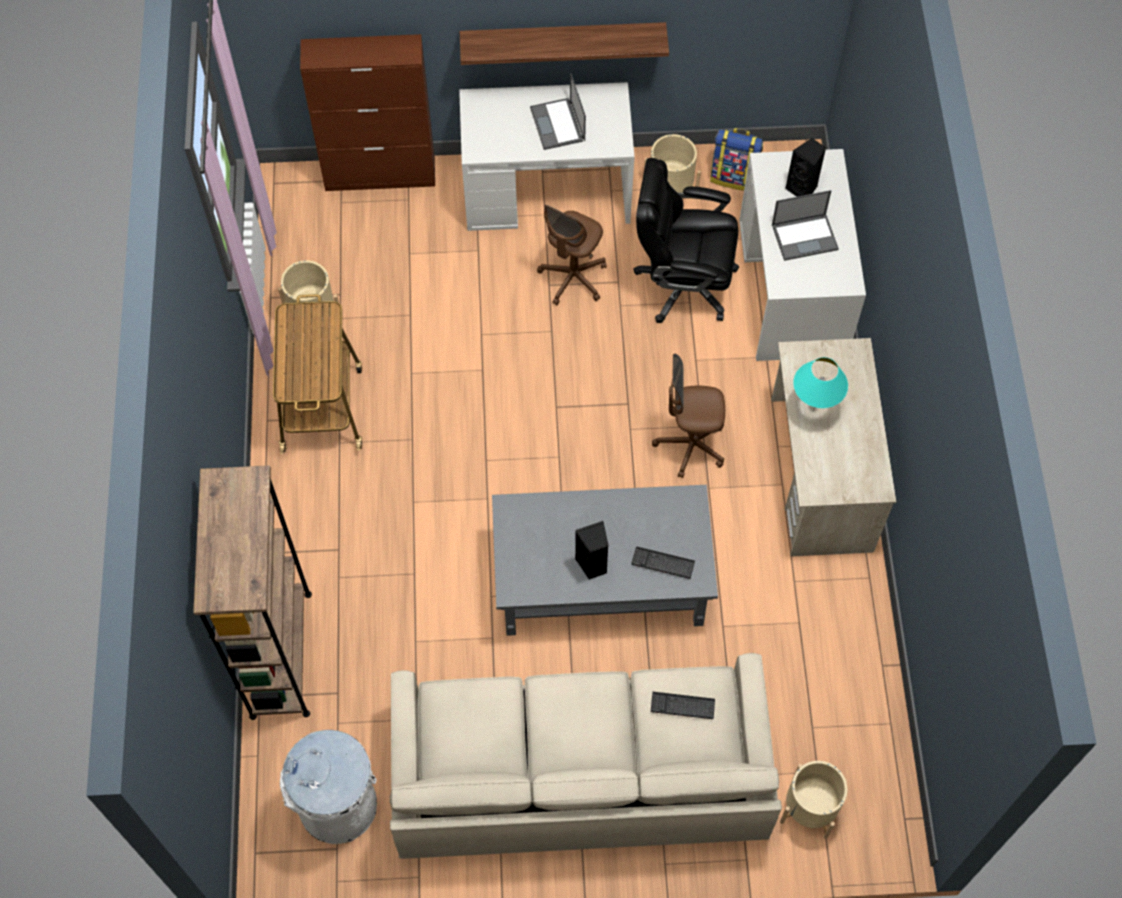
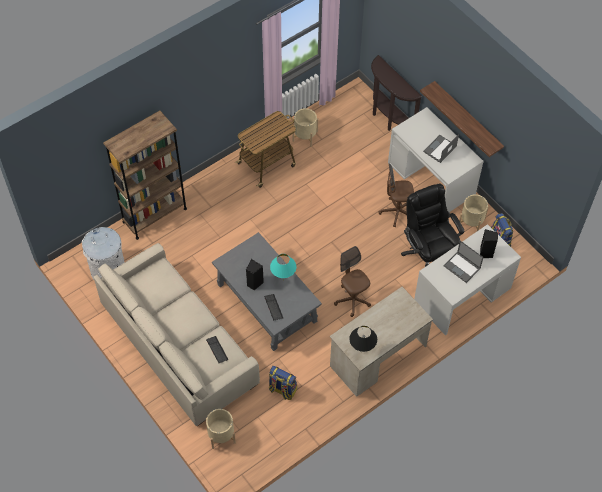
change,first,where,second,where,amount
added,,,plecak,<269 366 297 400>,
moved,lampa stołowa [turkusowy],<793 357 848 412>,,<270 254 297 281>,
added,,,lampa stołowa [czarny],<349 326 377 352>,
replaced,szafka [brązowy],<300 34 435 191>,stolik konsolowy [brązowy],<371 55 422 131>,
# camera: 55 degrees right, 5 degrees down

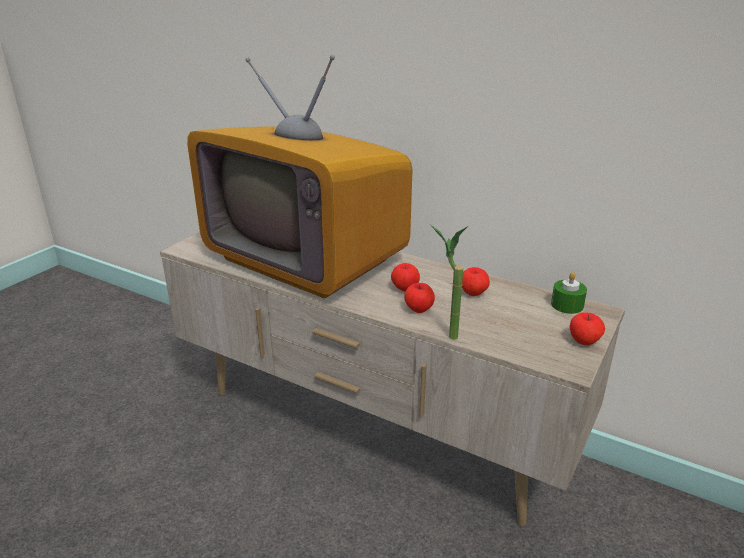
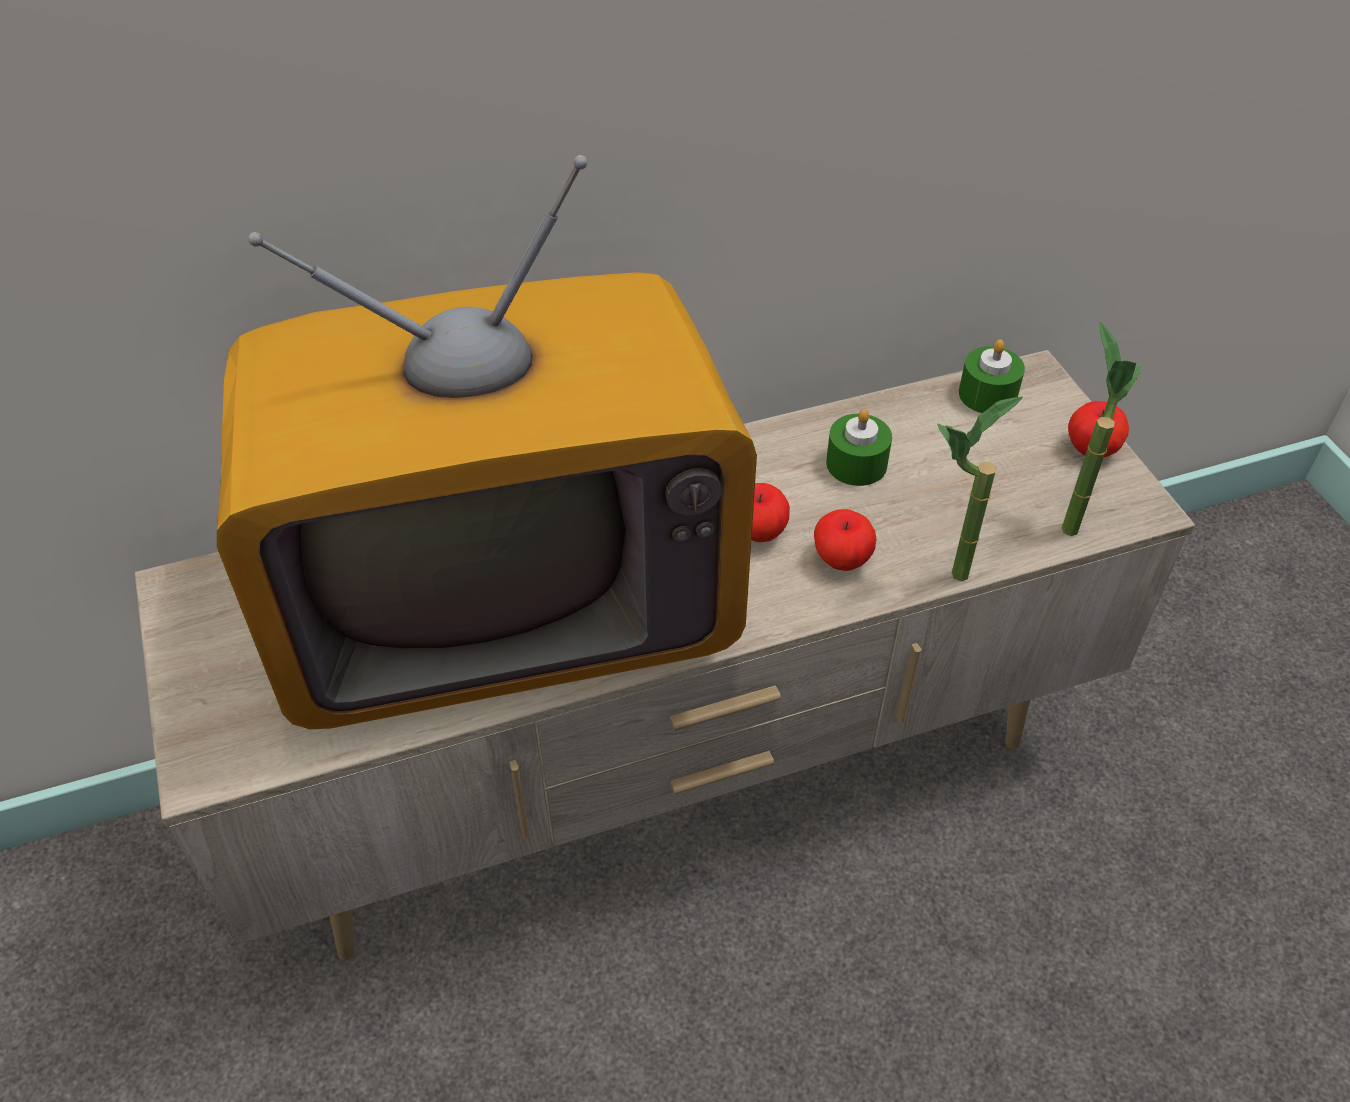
change,first,where,second,where,amount
replaced,jabłko,<462 267 490 296>,świeca [zielony],<826 409 892 486>,
added,,,roślina doniczkowa,<1062 322 1141 536>,
# camera: 50 degrees left, 20 degrees up

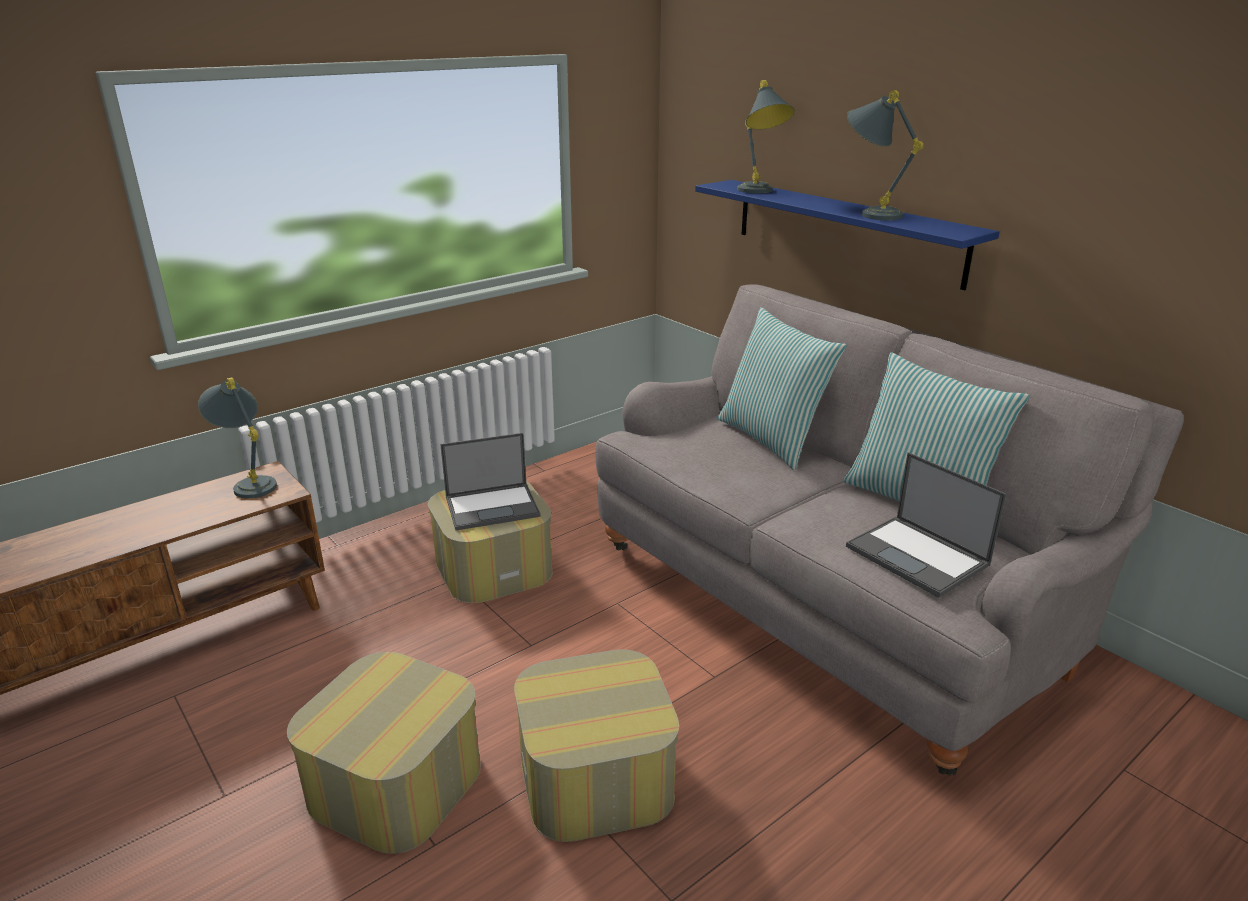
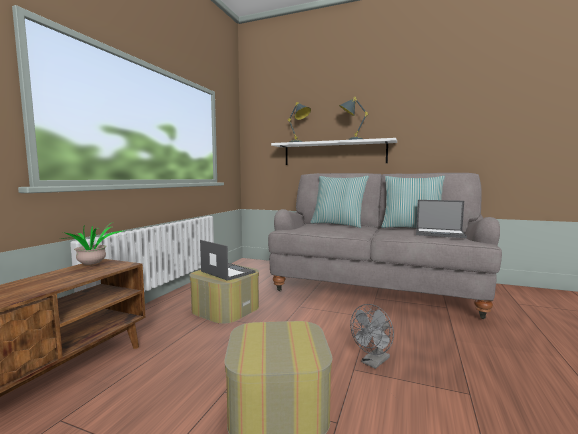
change,first,where,second,where,amount
replaced,lampa stołowa [szary],<198 377 277 499>,roślina doniczkowa,<61 222 122 265>,
turned,laptop,<440 433 540 531>,,<200 240 255 281>,90 degrees counterclockwise
recoloured,półka [niebieski],<695 180 1000 290>,półka [biały],<271 138 397 165>,
replaced,pufa,<514 649 679 842>,wentylator [szary],<350 304 394 369>,
# camera: 30 degrees left, 20 degrees down

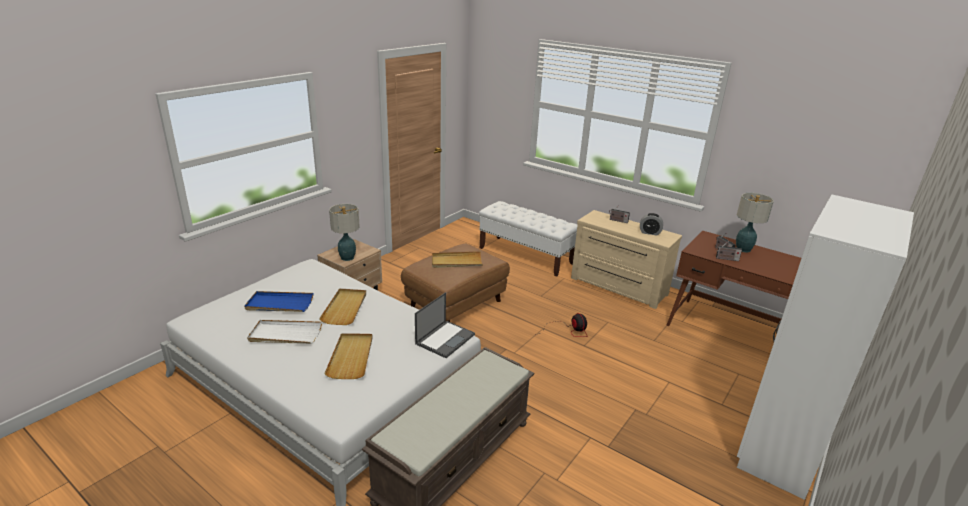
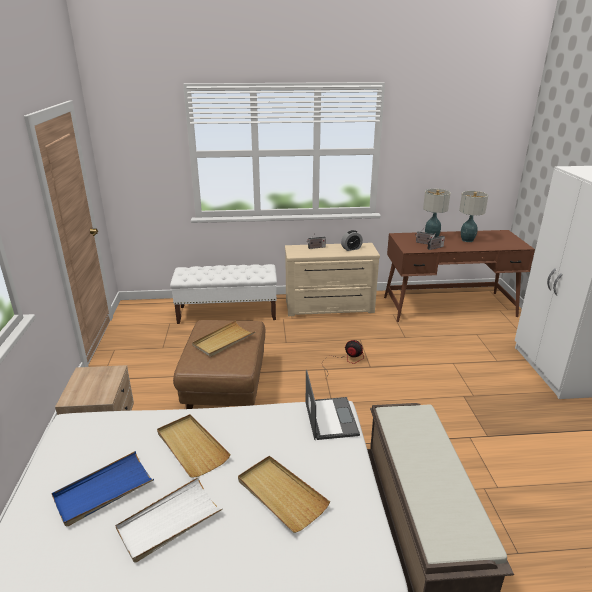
change,first,where,second,where,amount
moved,lampa stołowa,<329 204 360 261>,,<459 191 488 242>,
# camera: 40 degrees left, 0 degrees up

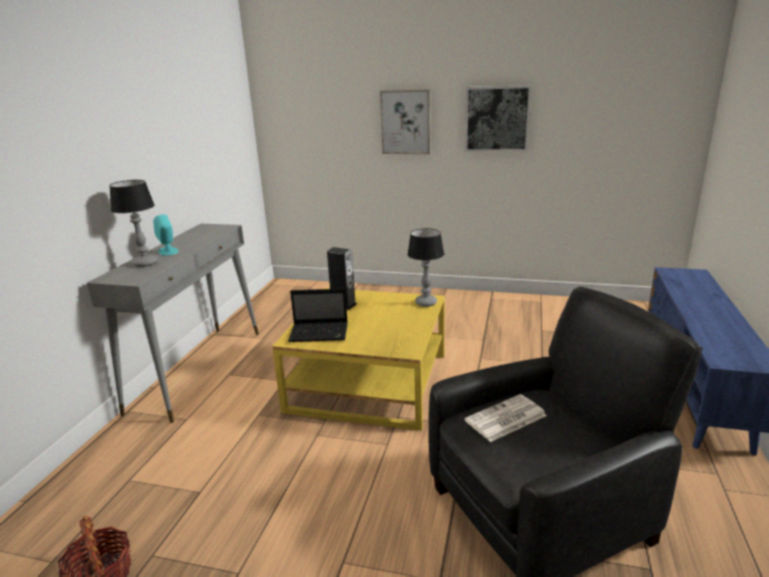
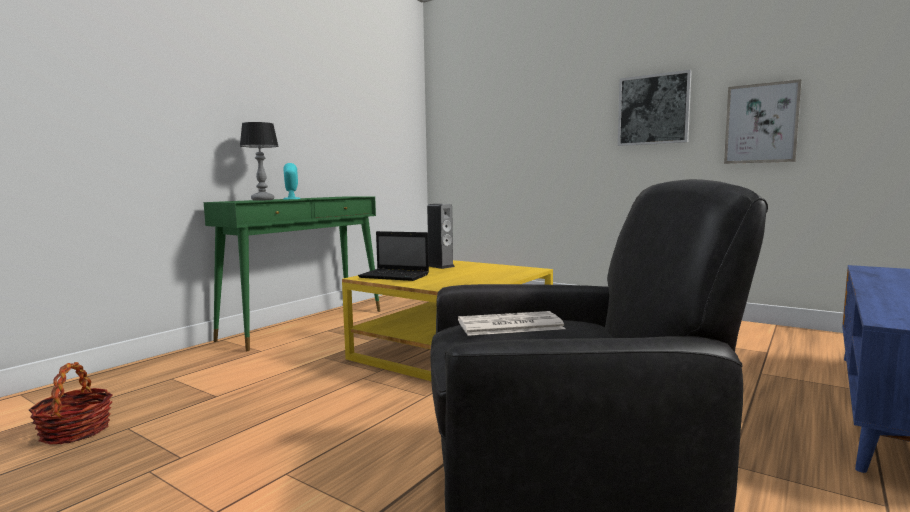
change,first,where,second,where,amount
recoloured,stolik konsolowy [szary],<87 224 259 423>,stolik konsolowy [zielony],<204 197 380 351>,
moved,obraz,<380 89 431 154>,,<724 79 802 164>,
removed,lampa stołowa,<407 228 444 307>,,,
# camera: 20 degrees right, 15 degrees down

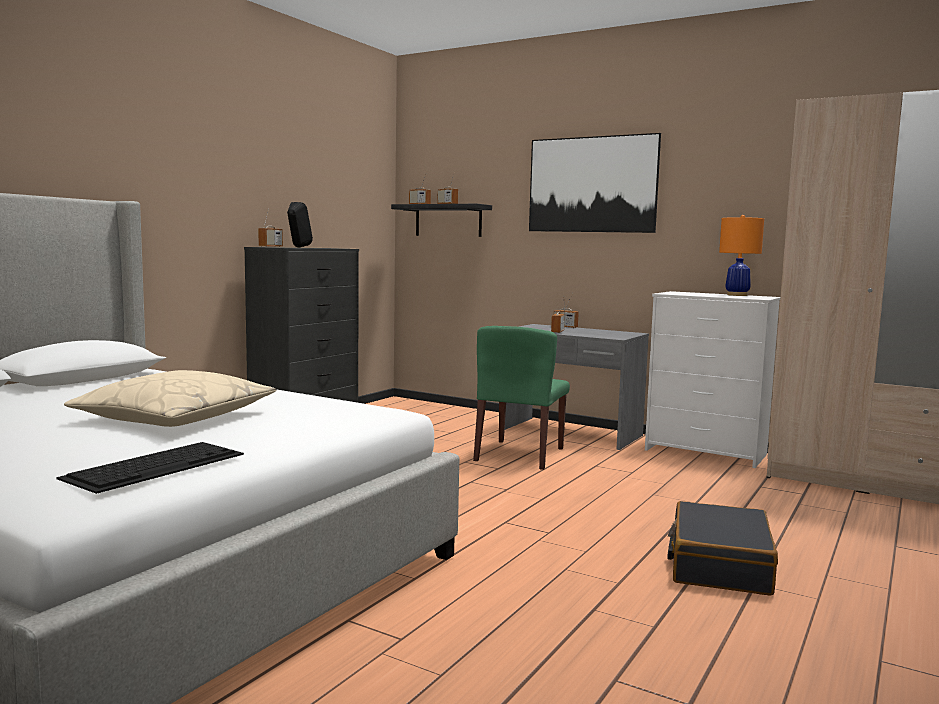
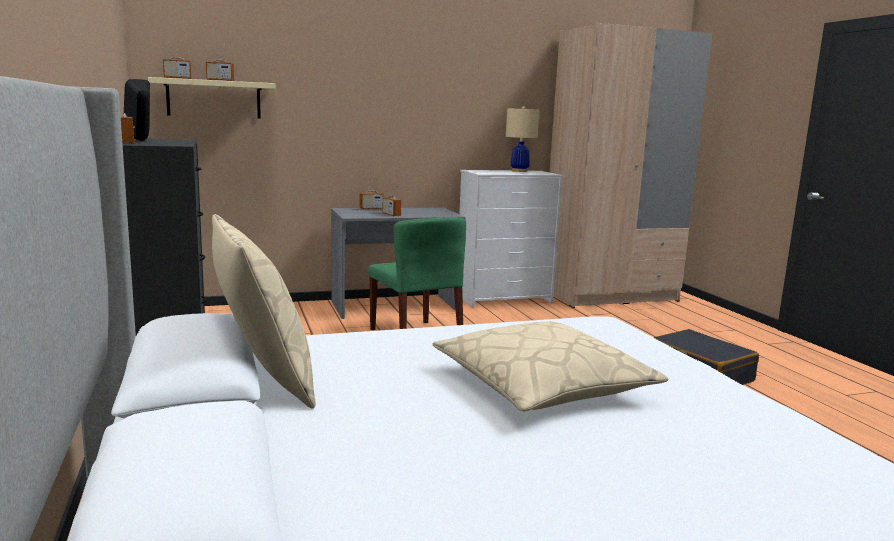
change,first,where,second,where,amount
recoloured,półka [czarny],<391 204 492 237>,półka [beżowy],<148 77 276 118>,
added,,,poduszka [beżowy],<212 214 315 409>,
recoloured,lampa stołowa [pomarańczowy],<719 215 764 296>,lampa stołowa [beżowy],<506 106 540 172>,
removed,klawiatura,<56 442 244 494>,,,
removed,obraz,<529 133 661 233>,,,
# camera: 50 degrees left, 5 degrees up

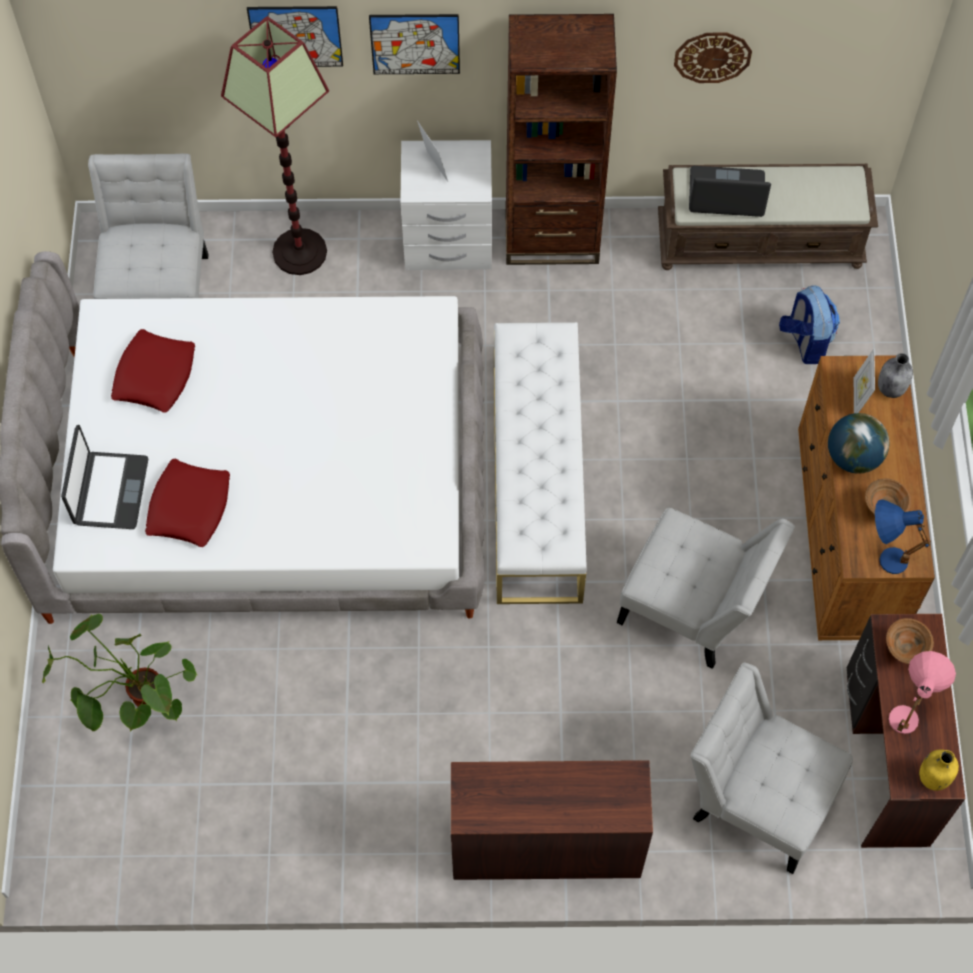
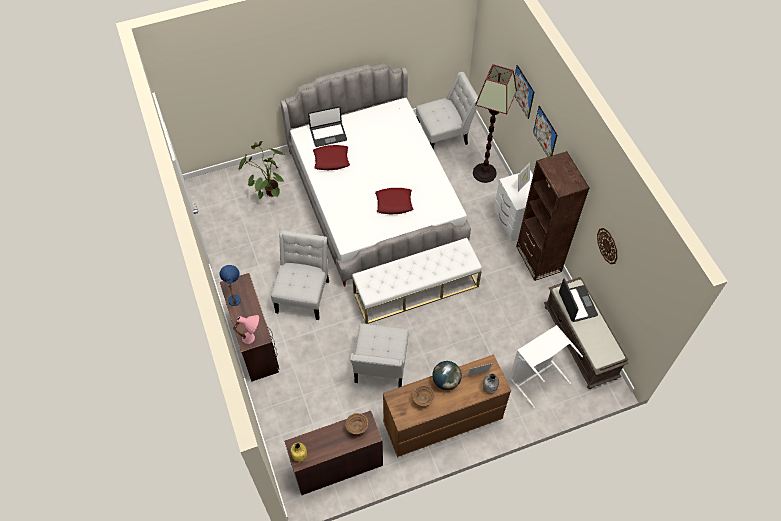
change,first,where,second,where,amount
moved,lampa stołowa [niebieski],<875 499 931 574>,,<220 265 241 306>,
moved,lampa stołowa [różowy],<889 651 956 734>,,<233 315 259 344>,
moved,krzesło [biały],<690 662 853 874>,,<271 230 329 320>,
moved,poduszka [czerwony],<111 329 195 413>,,<375 188 414 214>,
replaced,plecak,<779 285 840 364>,kosz na pranie [biały],<509 325 583 408>,
# camera: 70 degrees right, 5 degrees down

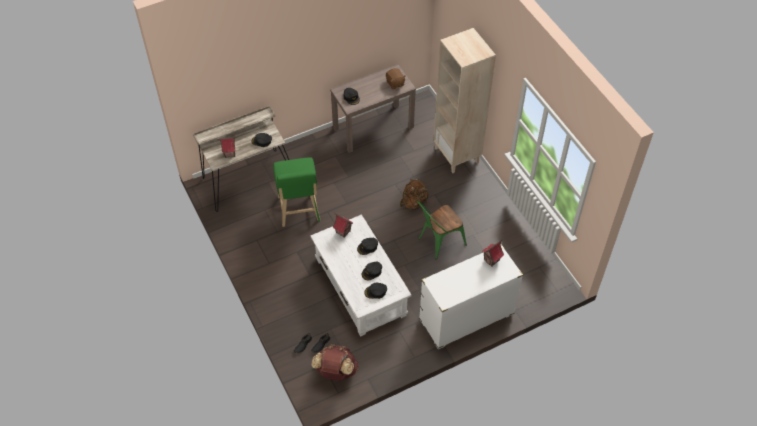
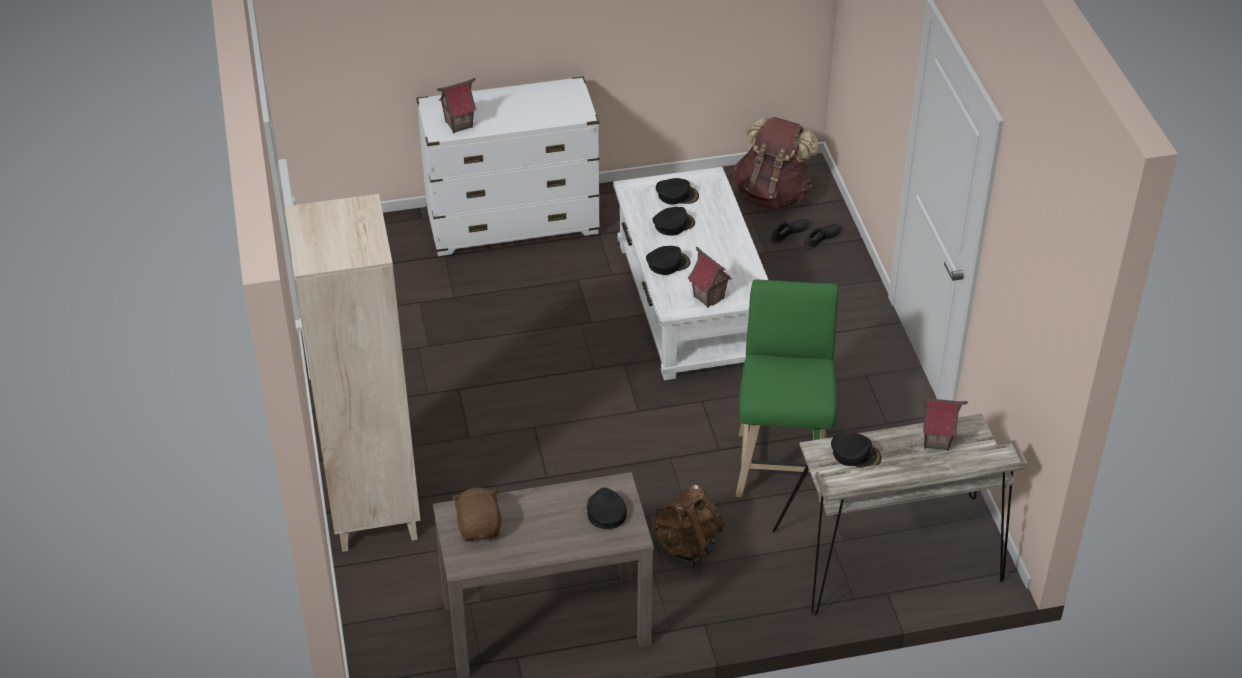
change,first,where,second,where,amount
moved,plecak [brązowy],<400 179 428 210>,,<650 485 725 566>,
removed,krzesło [zielony],<417 200 467 259>,,,
# camera: 165 degrees left, 10 degrees down

